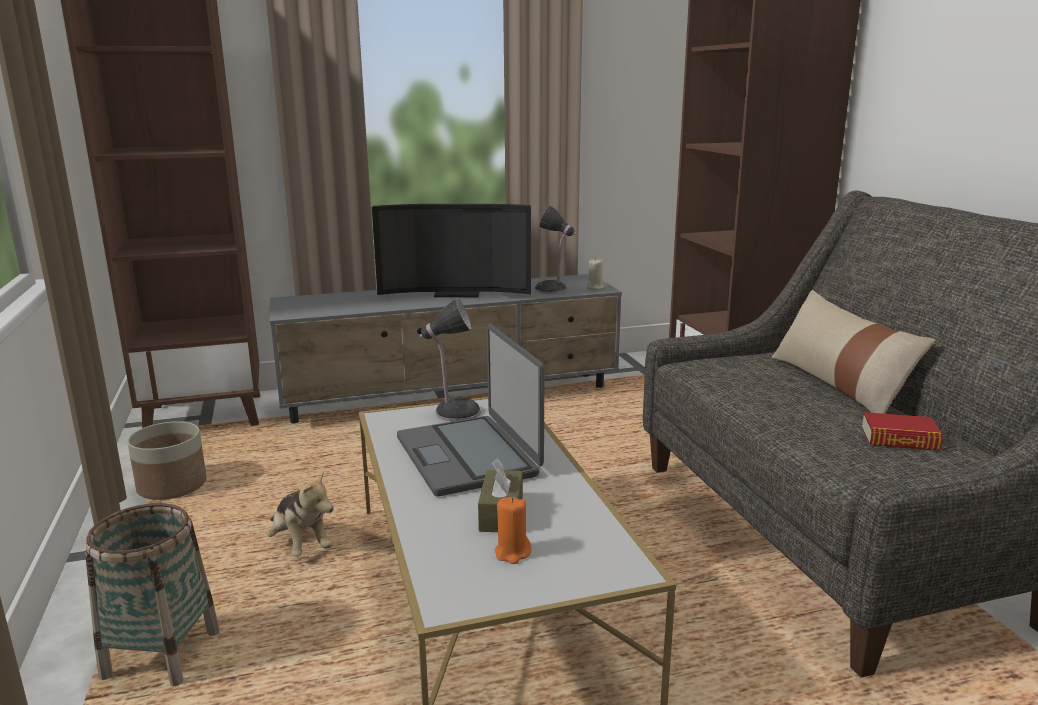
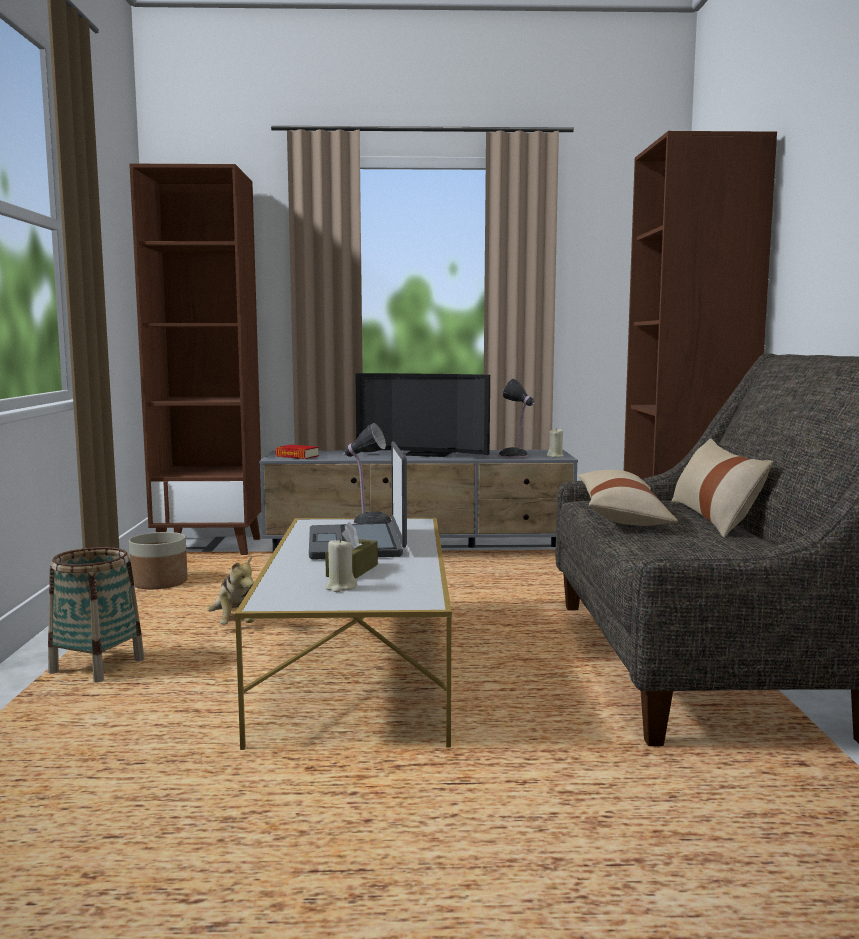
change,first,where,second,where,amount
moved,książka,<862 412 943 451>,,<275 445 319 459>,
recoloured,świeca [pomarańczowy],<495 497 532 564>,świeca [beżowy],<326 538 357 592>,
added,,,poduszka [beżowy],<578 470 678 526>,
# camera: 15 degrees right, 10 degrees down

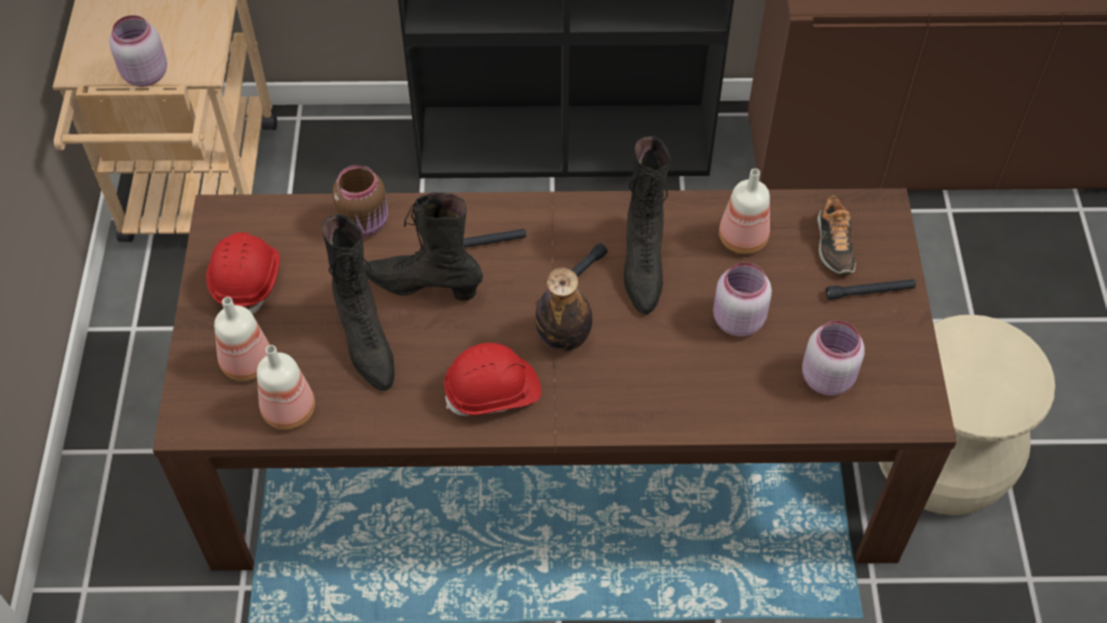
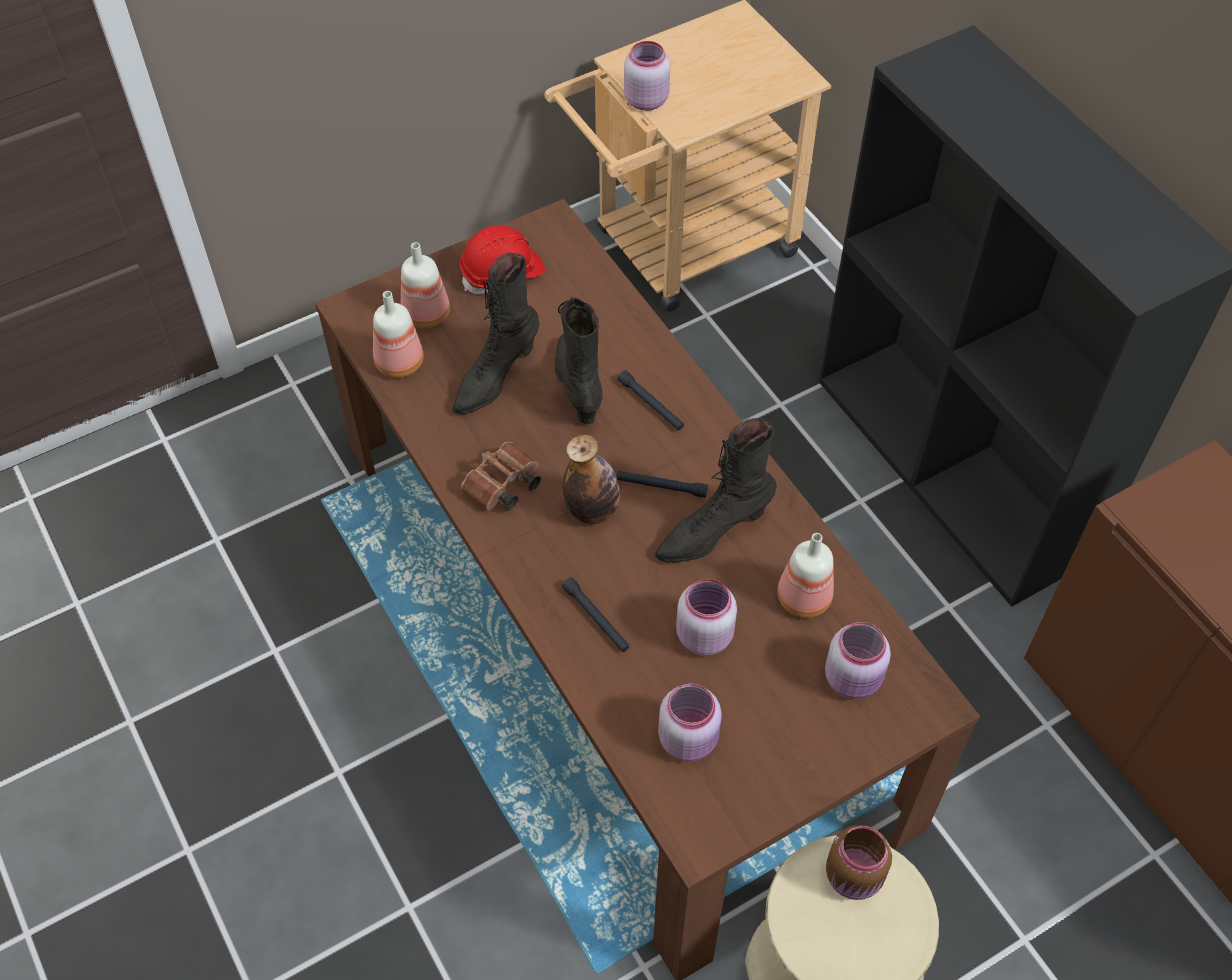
change,first,where,second,where,amount
replaced,kask [czerwony],<444 343 541 416>,lornetka [brązowy],<461 442 541 511>,
moved,latarka [czarny],<826 279 916 300>,,<562 577 629 652>,
replaced,but,<817 194 856 275>,słoik [różowy],<825 622 891 699>,
moved,słoik [brązowy],<332 165 388 237>,,<826 825 892 900>,
# camera: 60 degrees right, 0 degrees up

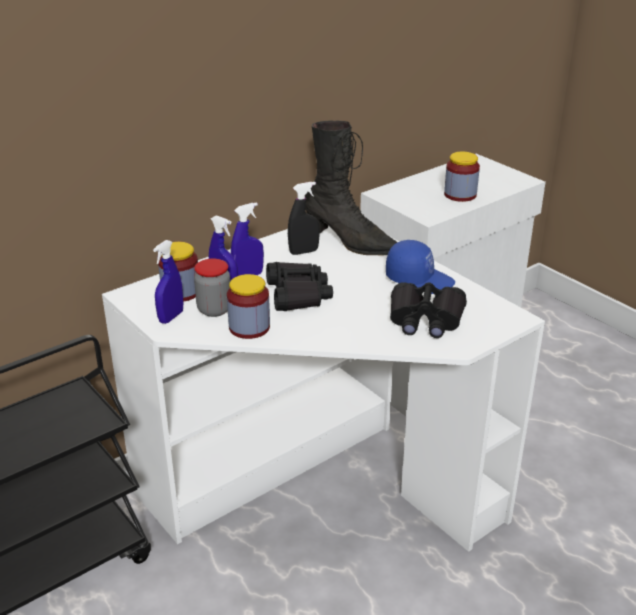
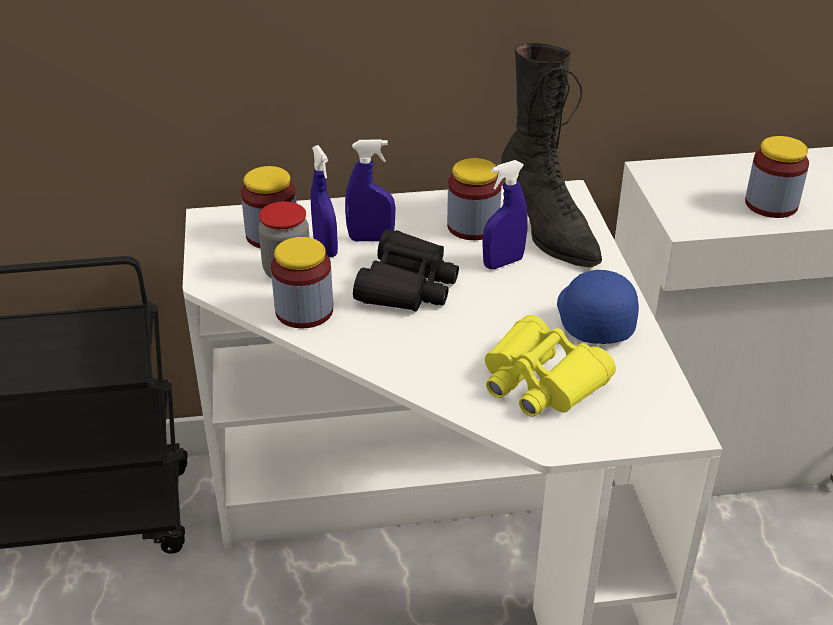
change,first,where,second,where,amount
replaced,spryskiwacz [czarny],<288 182 320 255>,słoik,<447 158 502 240>,
moved,spryskiwacz [niebieski],<153 240 183 324>,,<482 160 528 269>,
recoloured,lornetka [czarny],<390 282 467 338>,lornetka [żółty],<485 315 616 417>,
turned,czapka z daszkiem [niebieski],<386 240 455 294>,,<557 270 639 344>,150 degrees counterclockwise
# camera: 30 degrees right, 5 degrees up

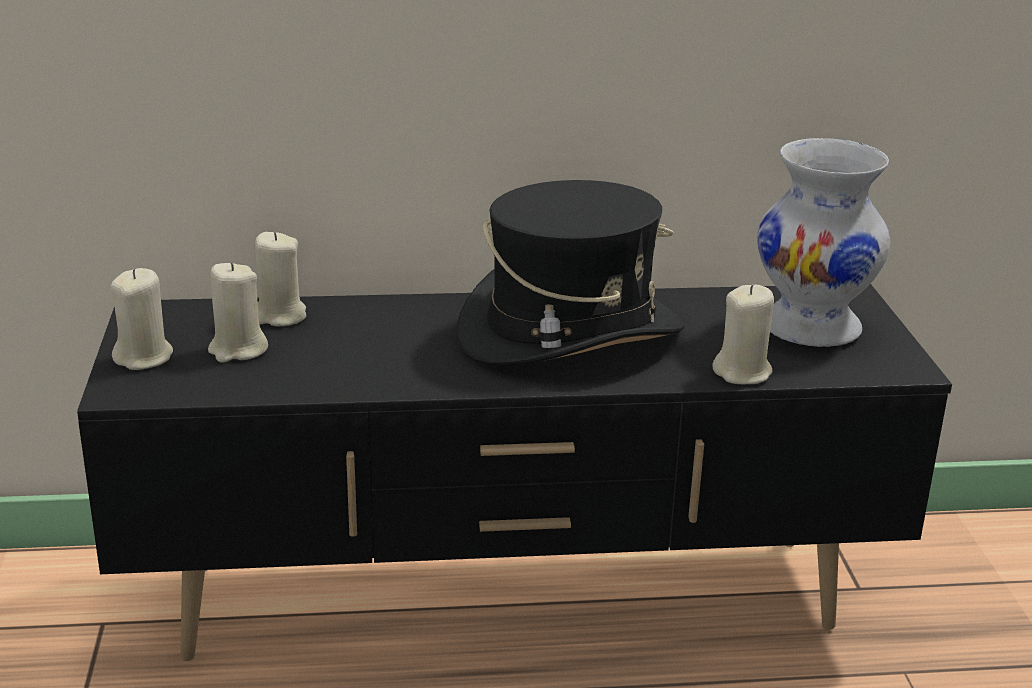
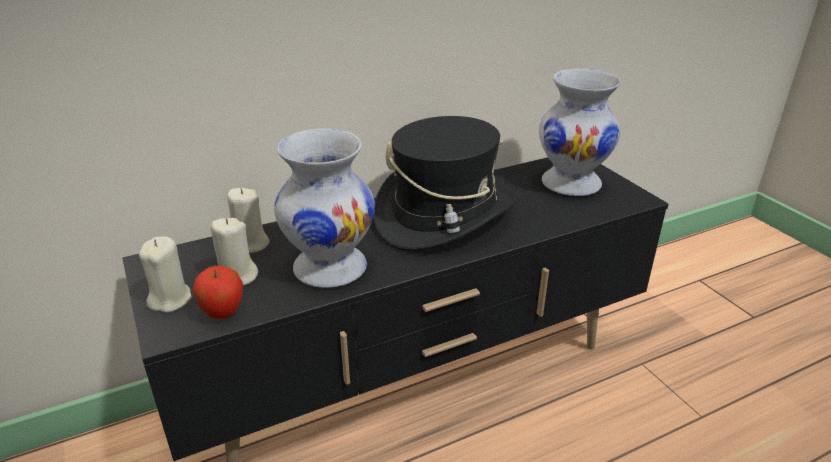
change,first,where,second,where,amount
added,,,jabłko,<193 266 243 319>,
added,,,wazon [biały],<274 129 375 288>,
removed,świeca [beżowy],<712 285 774 384>,,,
# camera: 20 degrees left, 5 degrees up

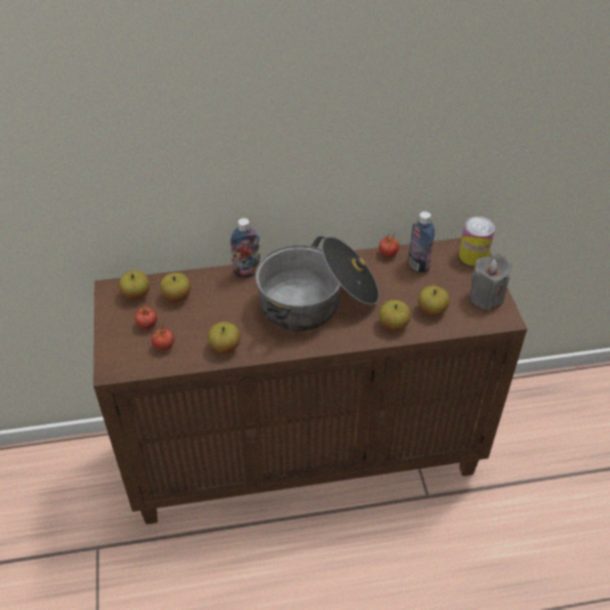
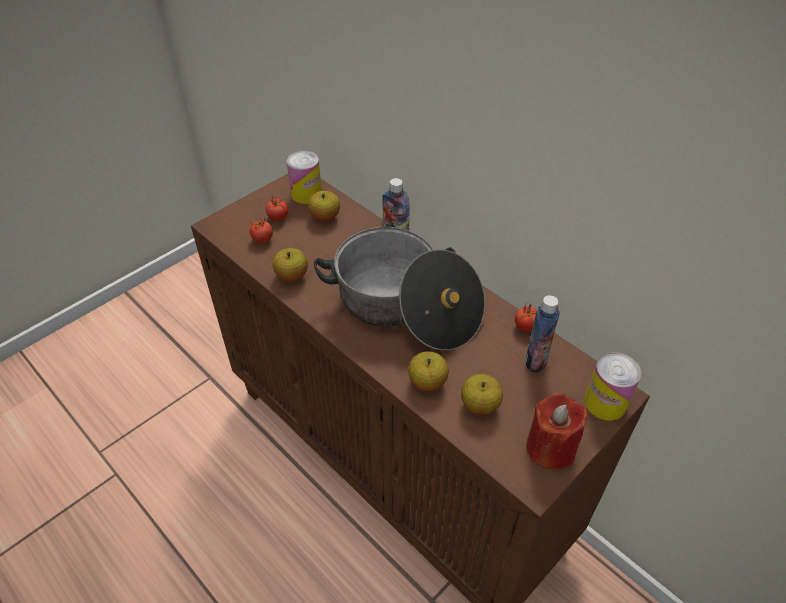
change,first,where,second,where,amount
replaced,jabłko,<119 270 150 300>,puszka,<287 151 322 204>,
recoloured,świeca [szary],<470 254 511 311>,świeca [czerwony],<526 393 588 470>,
# camera: 55 degrees right, 0 degrees up

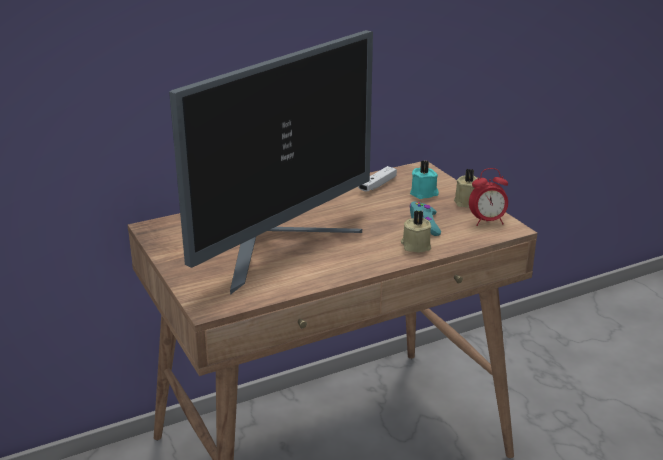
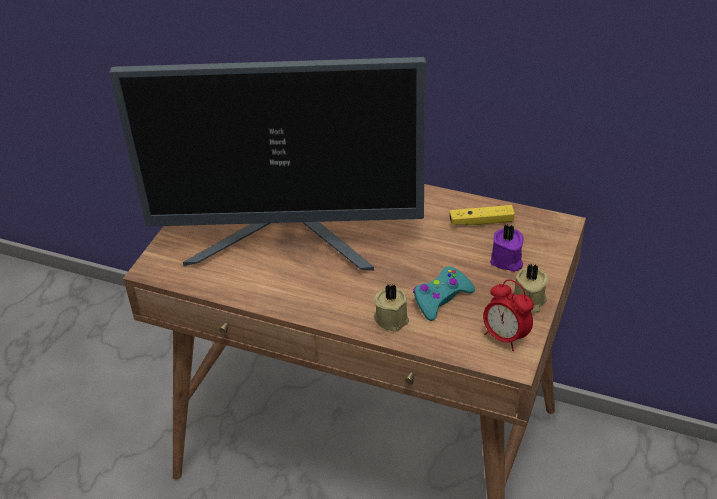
change,first,where,second,where,amount
recoloured,pad do gier [biały],<358 166 397 192>,pad do gier [żółty],<449 205 515 225>,
recoloured,świeca [turkusowy],<410 160 439 199>,świeca [fioletowy],<490 224 523 272>,
# camera: 50 degrees right, 15 degrees up

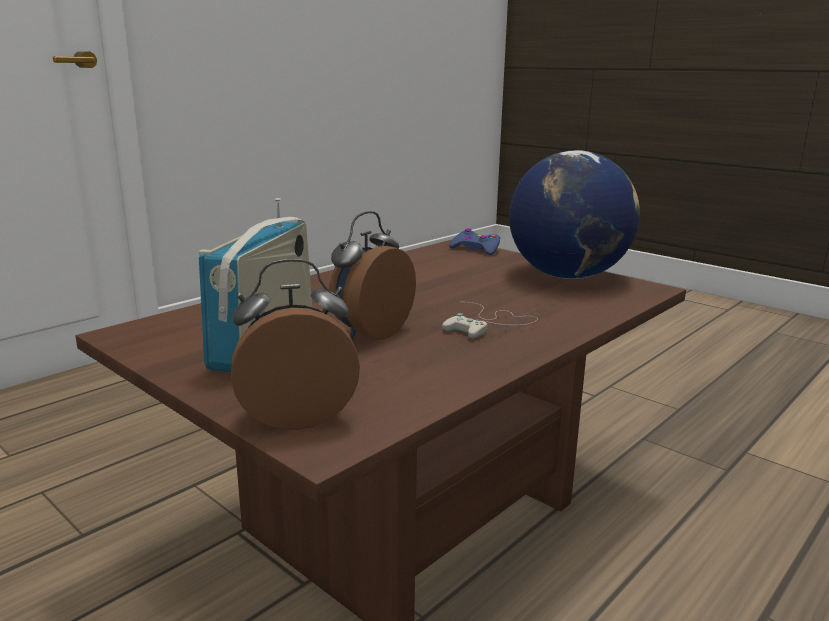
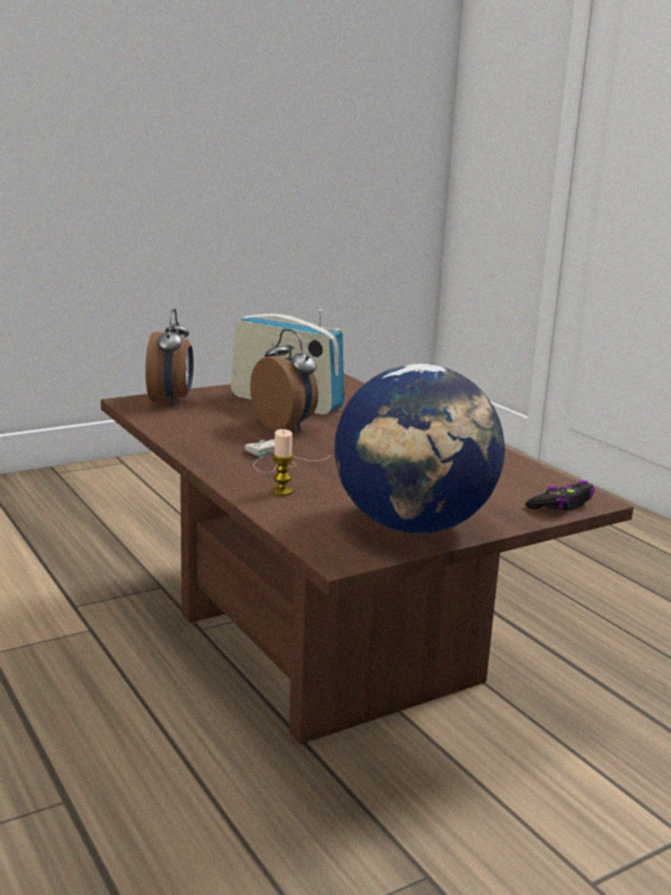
change,first,where,second,where,amount
added,,,świeca,<271 429 294 496>,
recoloured,pad do gier [niebieski],<449 229 500 255>,pad do gier [czarny],<525 480 595 511>,
# camera: 105 degrees right, 0 degrees up

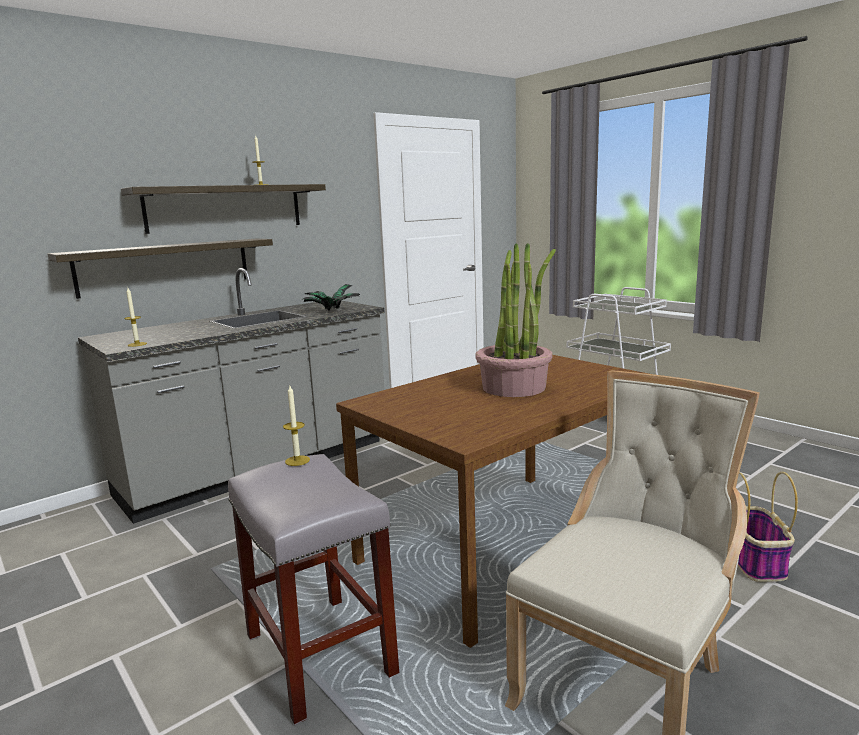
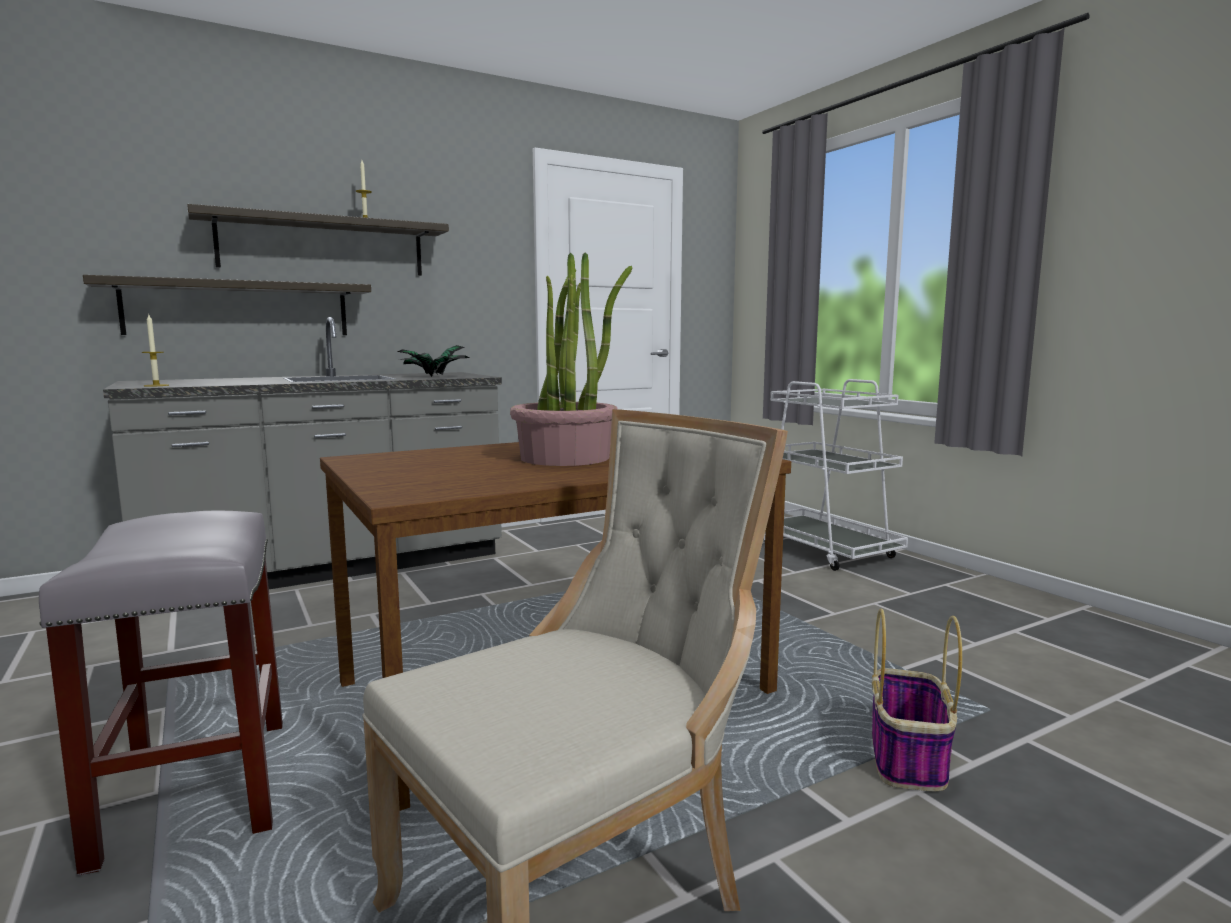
change,first,where,second,where,amount
removed,świeca,<283 386 310 466>,,,
# camera: 10 degrees right, 5 degrees down

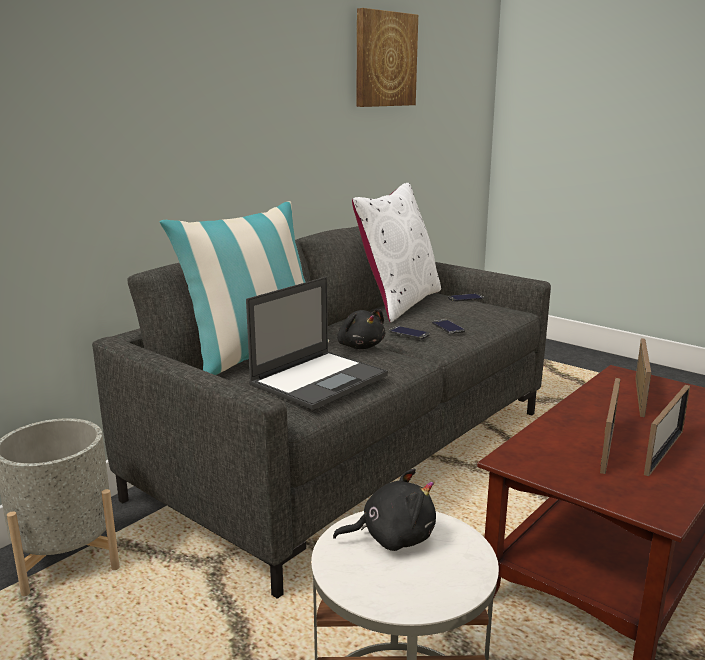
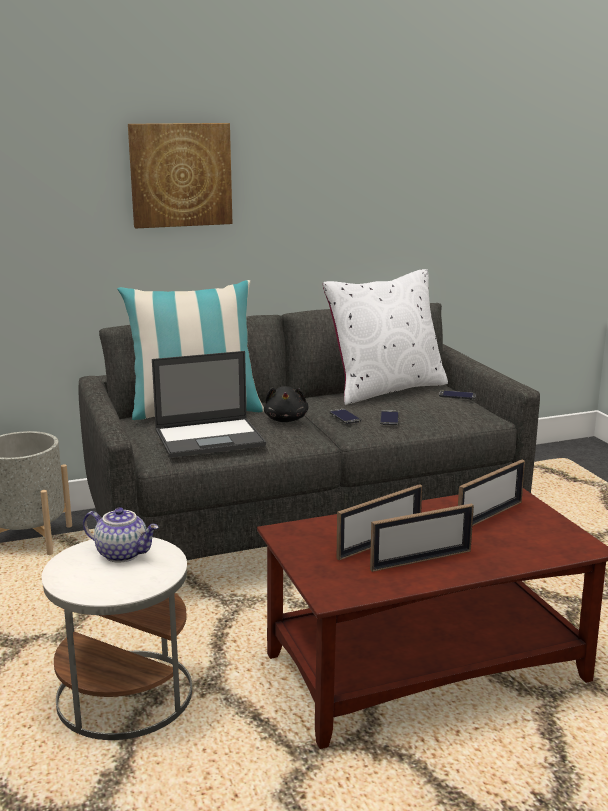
change,first,where,second,where,amount
replaced,pluszak [czarny],<333 468 436 551>,imbryk,<83 507 159 562>,
moved,obraz,<356 8 418 107>,,<128 123 232 228>,
# camera: 30 degrees right, 0 degrees up

